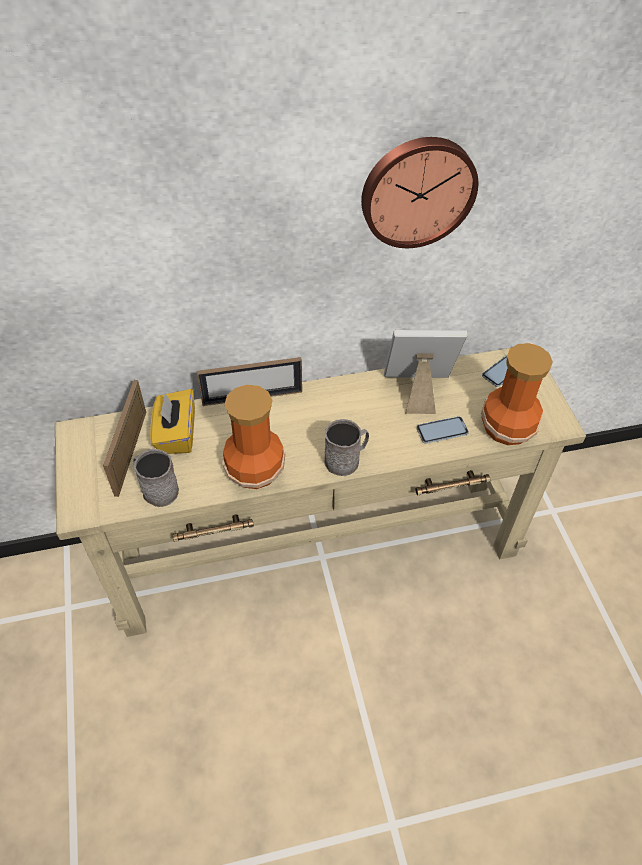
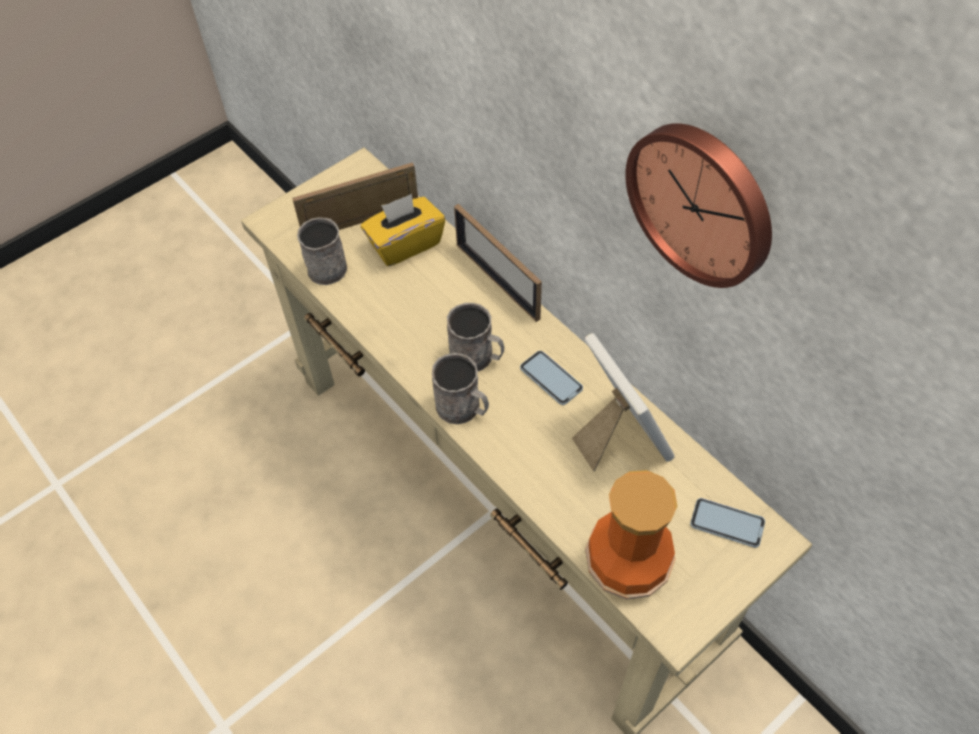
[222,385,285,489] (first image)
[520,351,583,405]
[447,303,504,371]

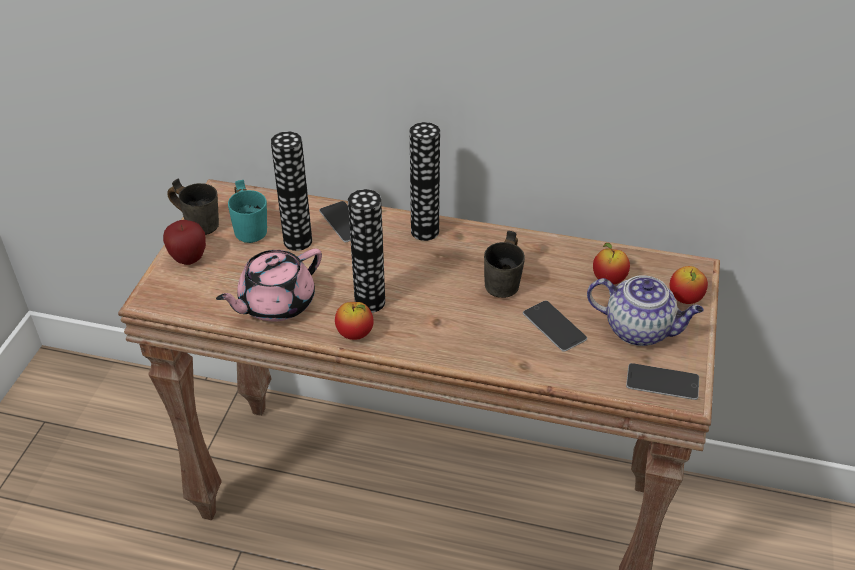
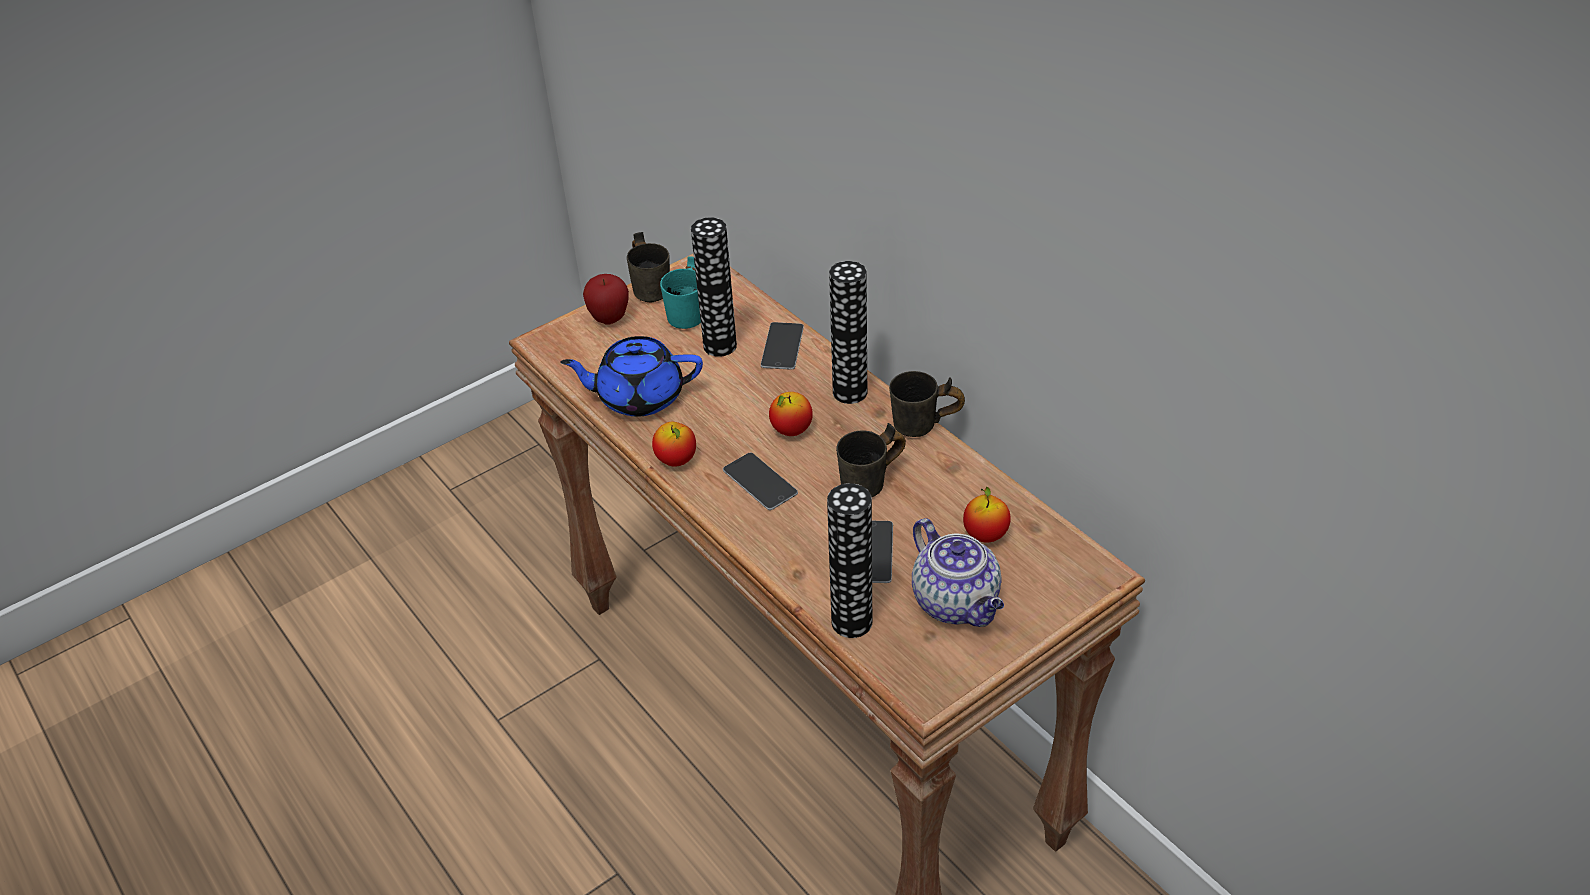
[827,483,872,638]
[560,336,703,417]
[769,392,813,436]
[723,452,798,510]
[889,371,965,437]

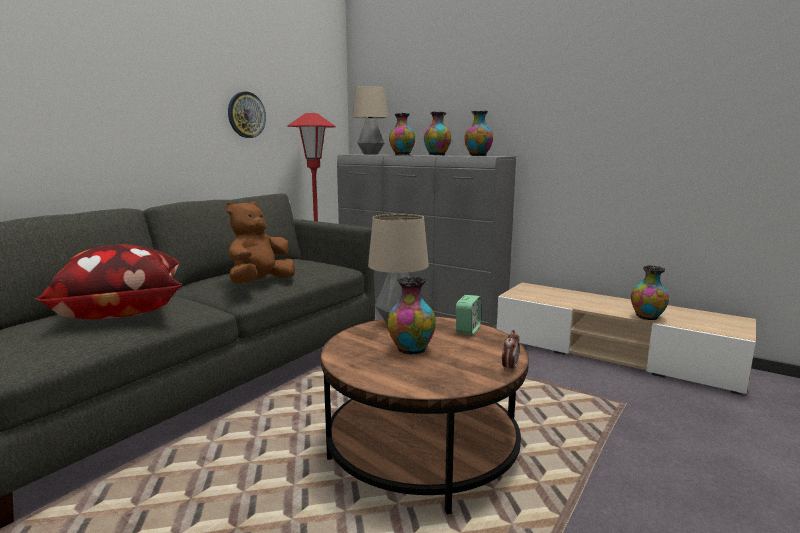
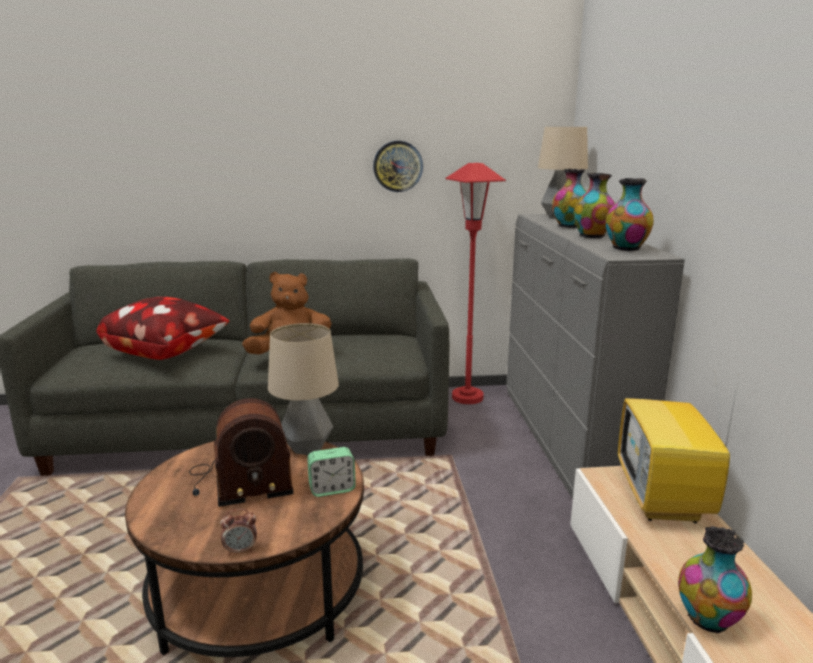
[189,398,294,507]
[618,376,739,524]

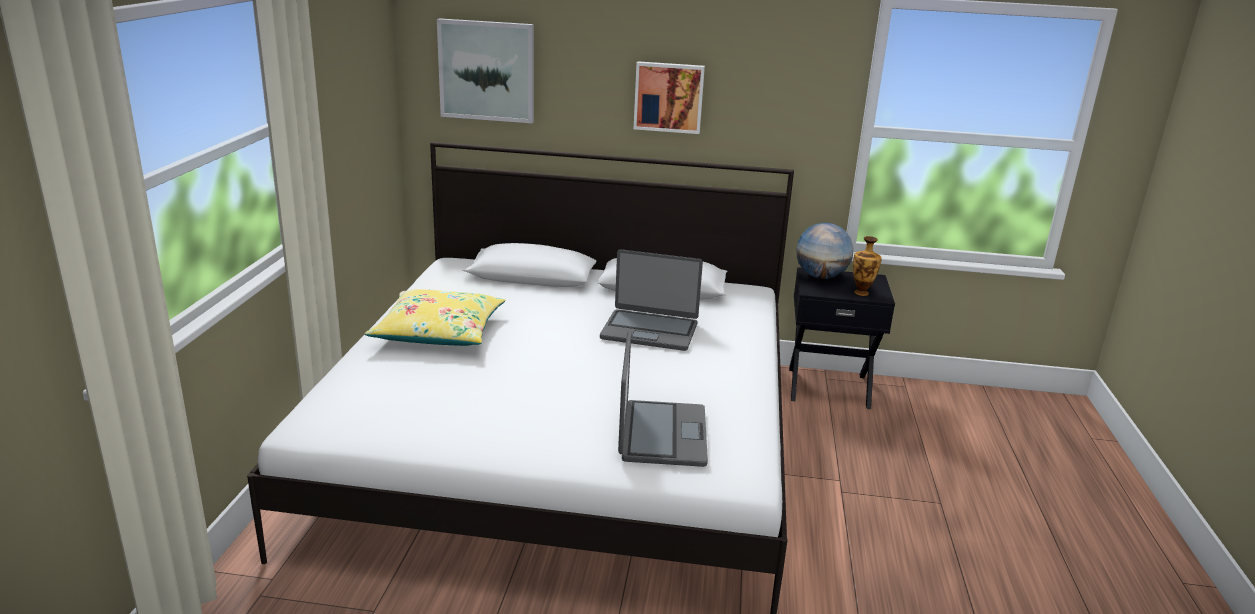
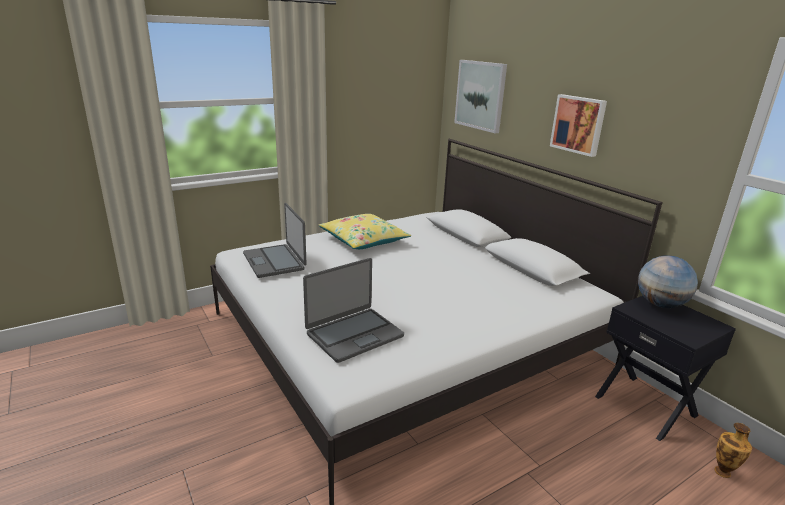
[714,423,752,478]
[243,203,307,278]

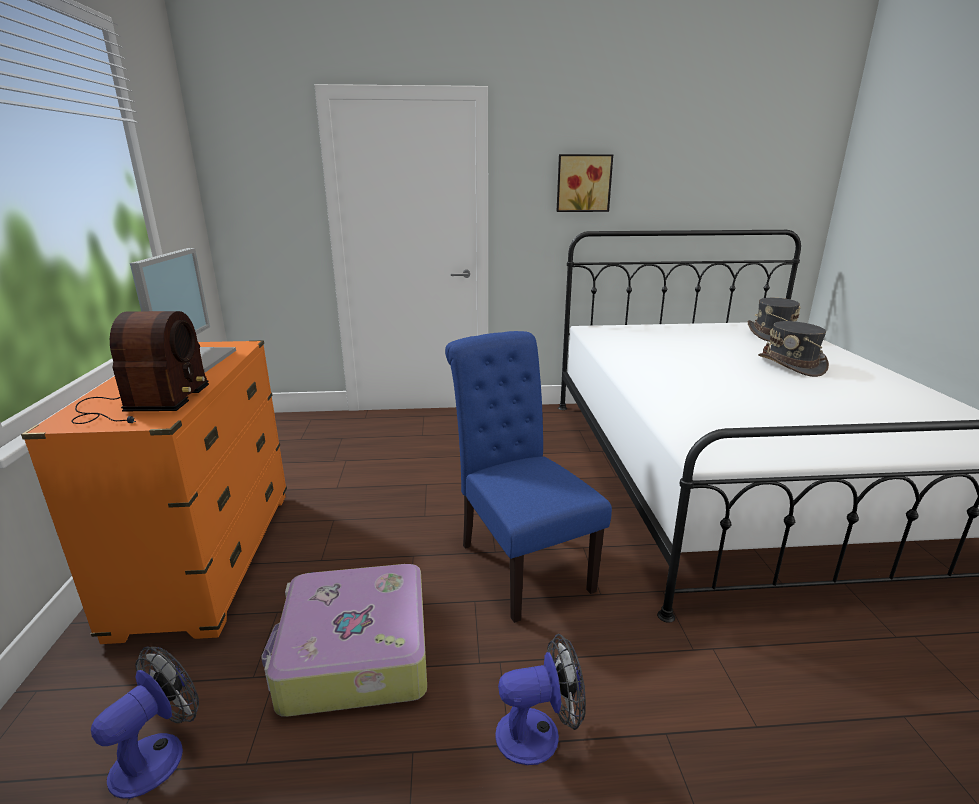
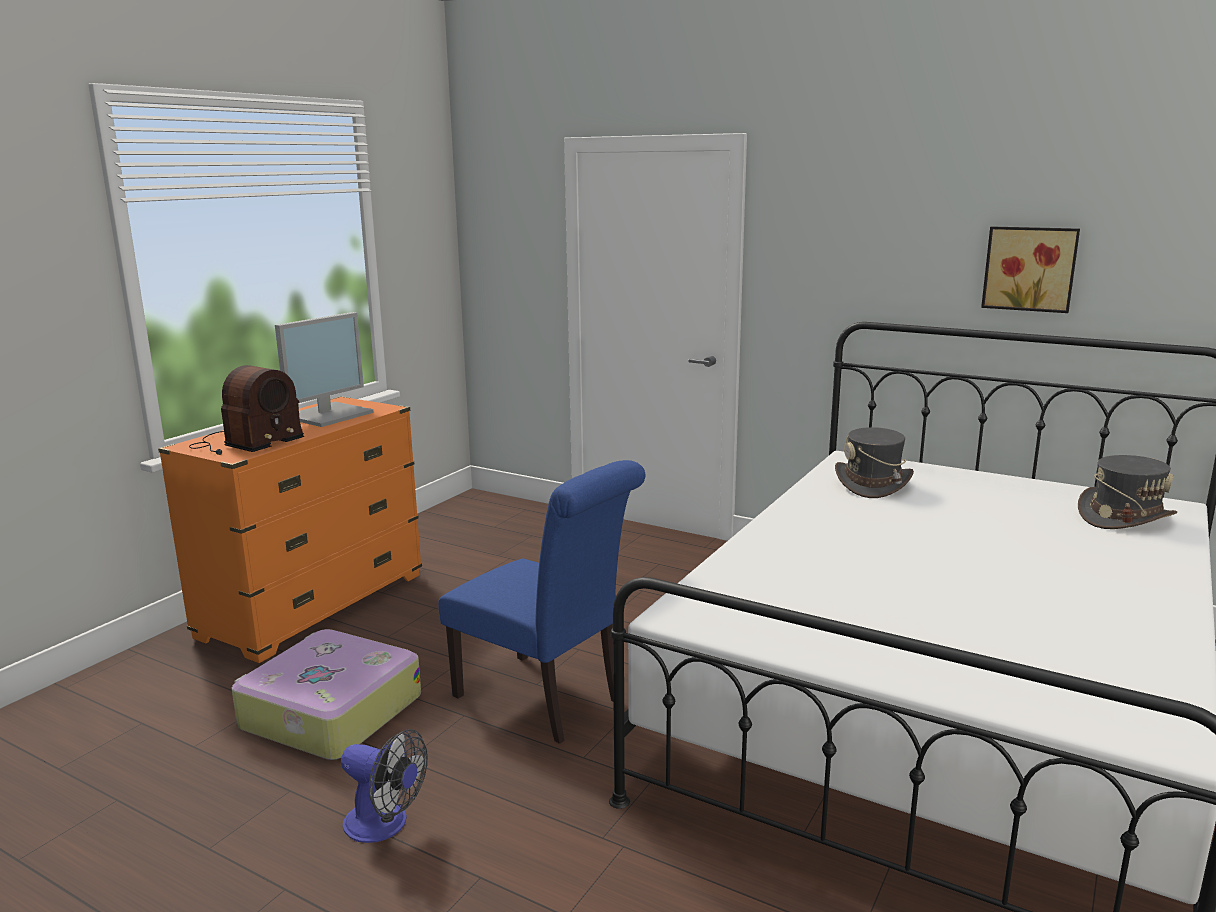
[981,226,1080,313]
[835,427,914,498]
[438,460,645,744]
[91,647,199,799] (first image)

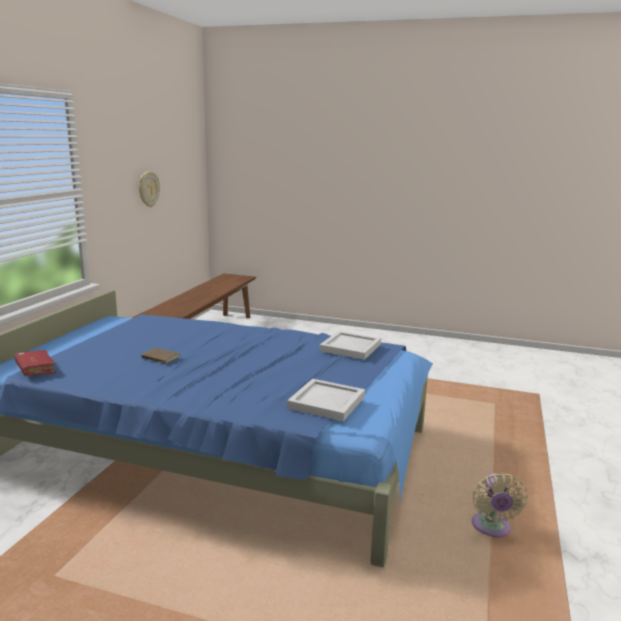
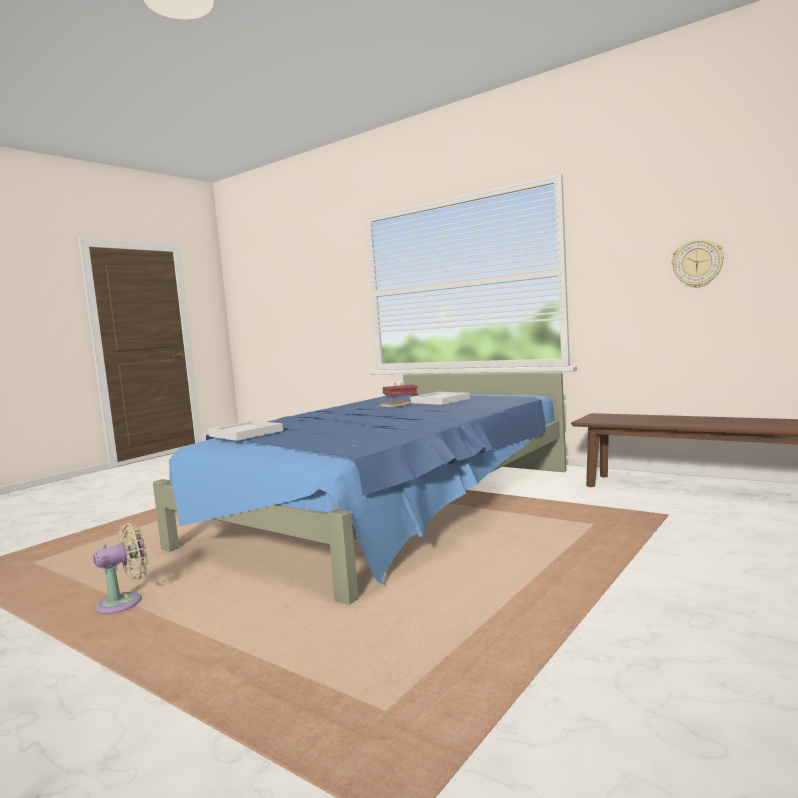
[410,392,470,405]
[93,523,148,614]

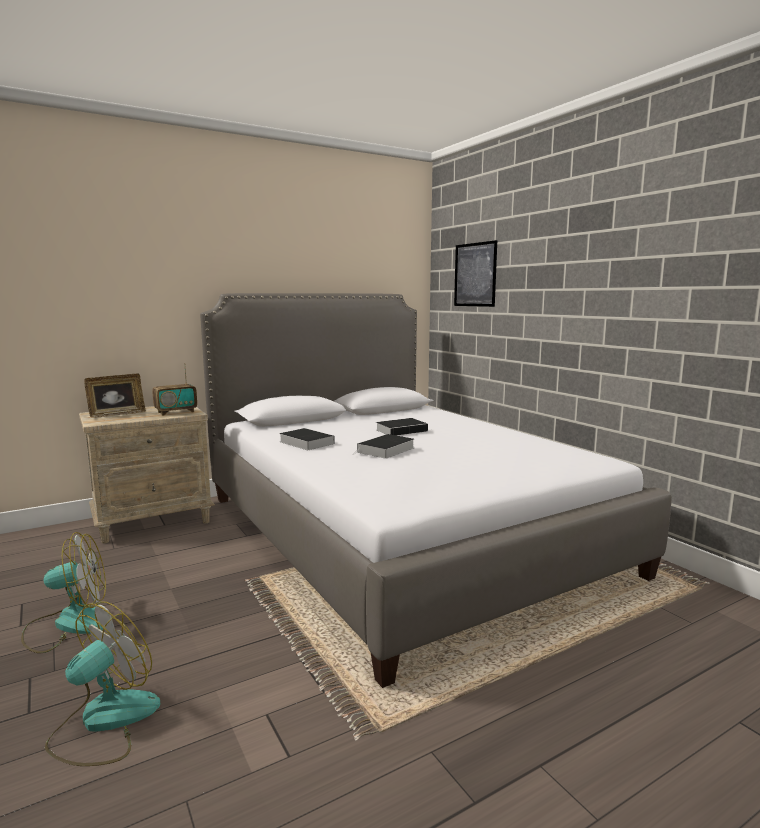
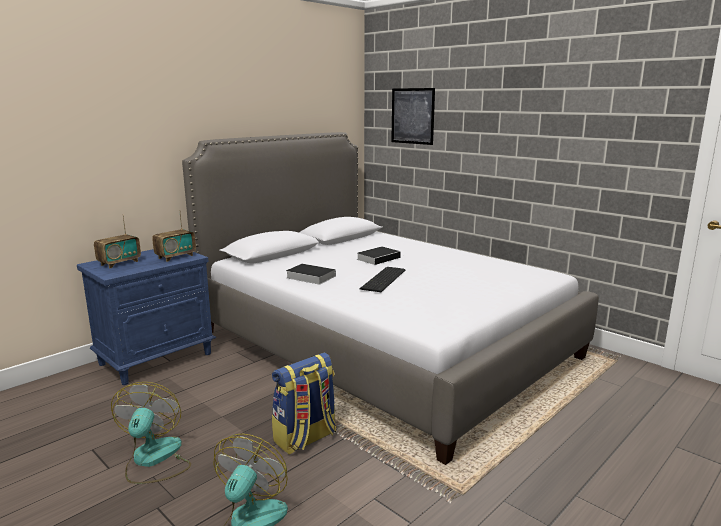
[94,215,141,269]
[77,249,216,385]
[360,267,405,292]
[111,382,191,484]
[272,352,336,455]

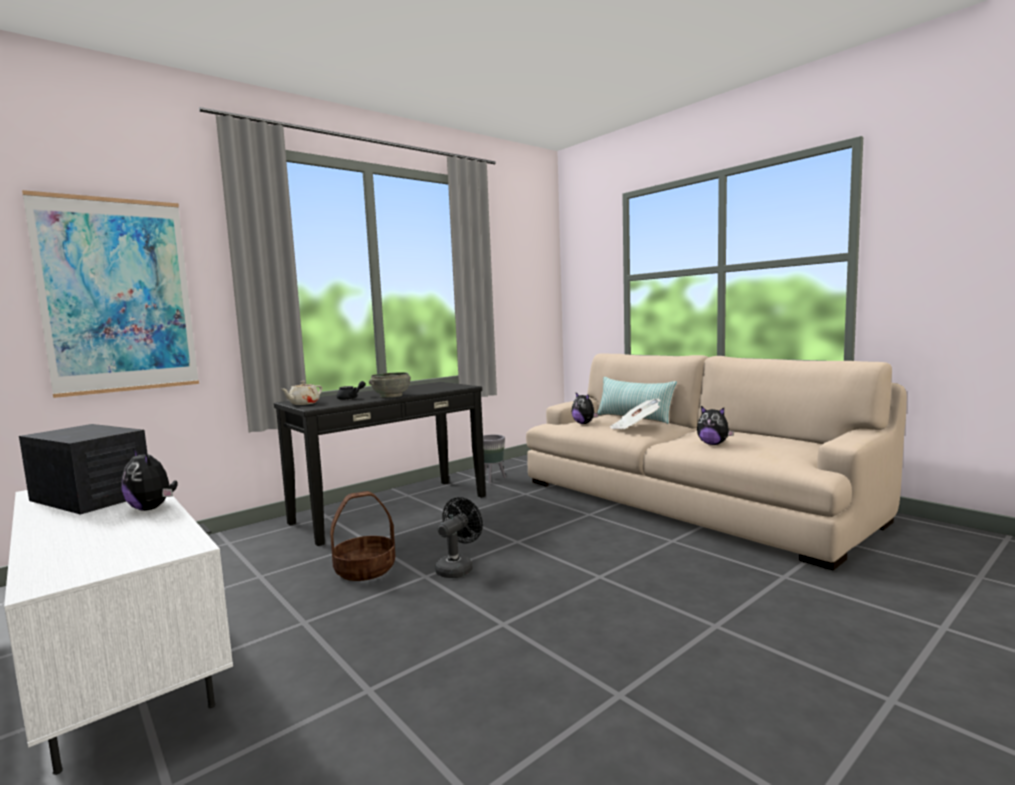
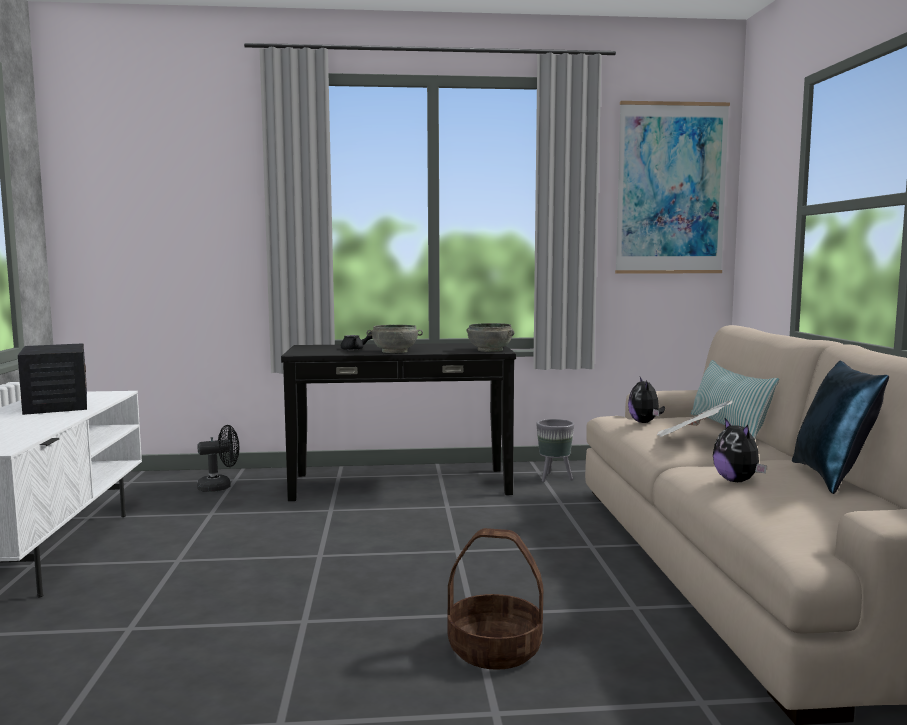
[615,101,730,274]
[282,381,322,405] (first image)
[121,449,178,511] (first image)
[448,528,543,670]
[197,425,239,492]
[467,323,514,352]
[792,361,889,494]

